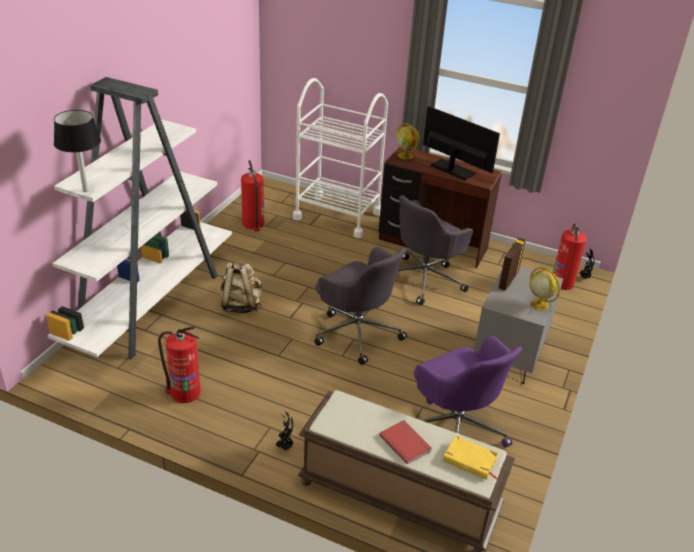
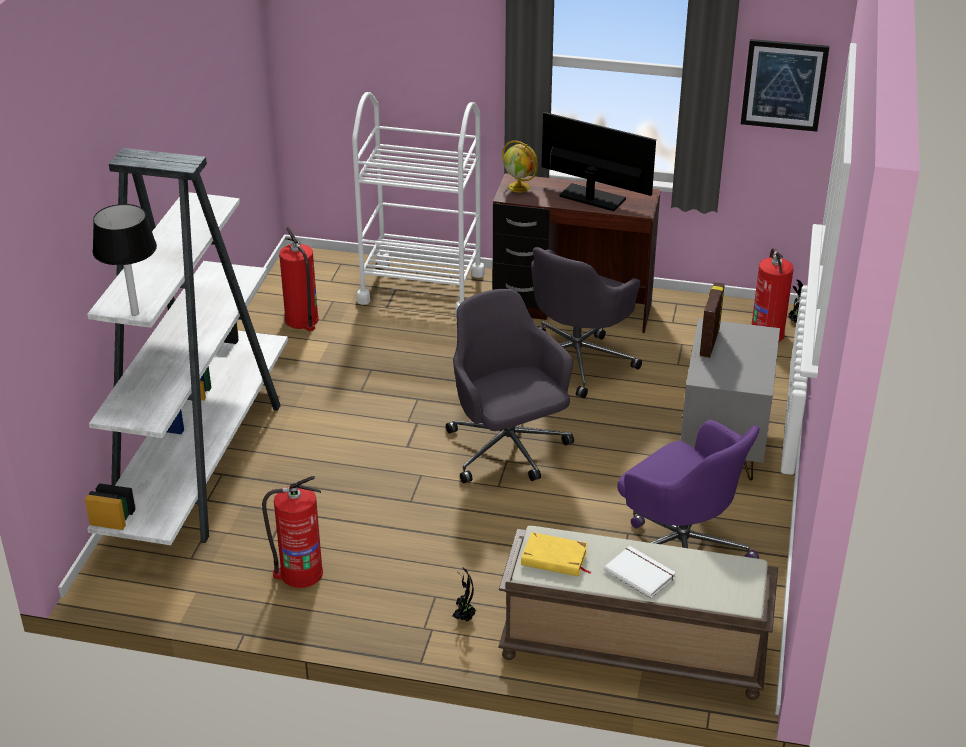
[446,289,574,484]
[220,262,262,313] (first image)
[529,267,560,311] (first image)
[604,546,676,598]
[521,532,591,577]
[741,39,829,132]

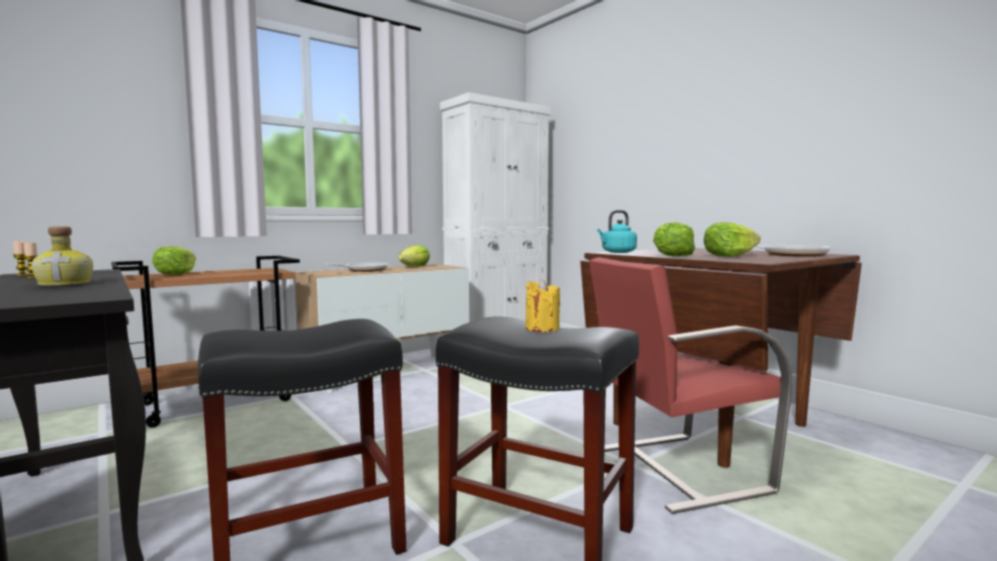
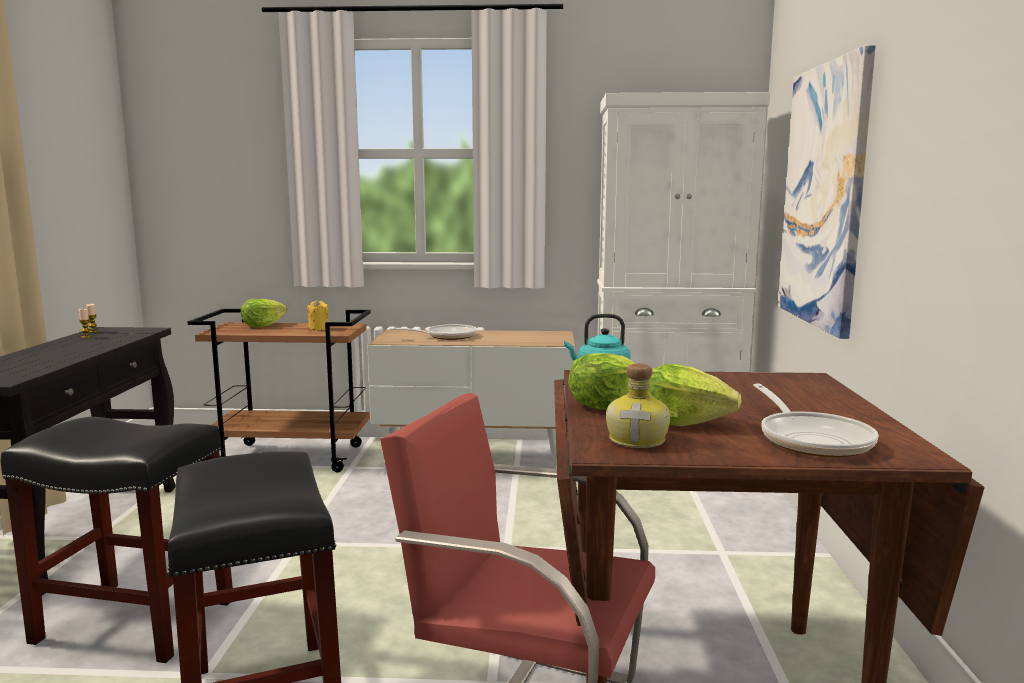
[606,364,670,448]
[398,245,430,267] (first image)
[307,300,329,331]
[778,45,876,339]

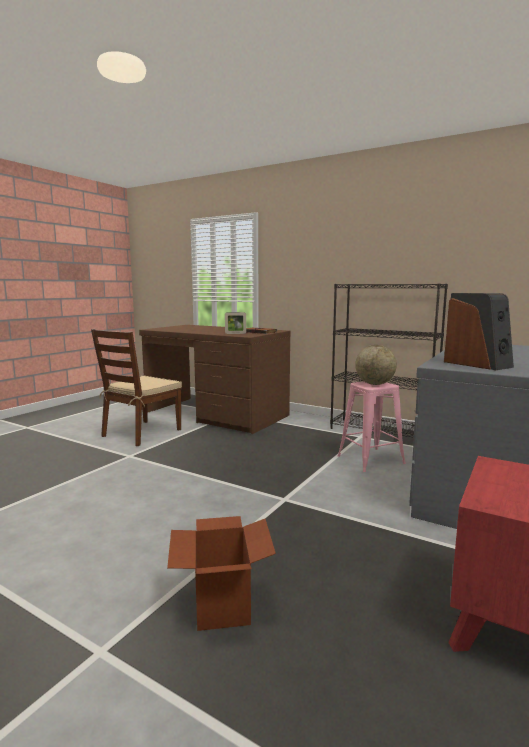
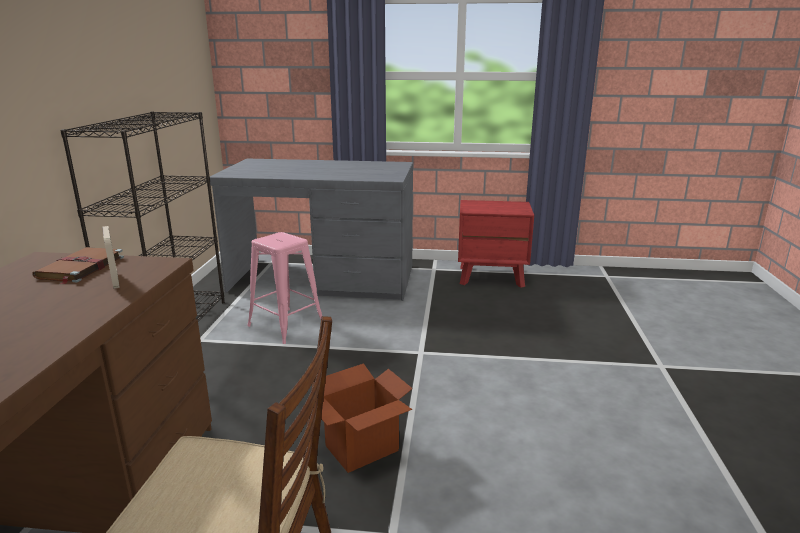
[444,293,514,370] (first image)
[355,345,397,385] (first image)
[321,363,413,473]

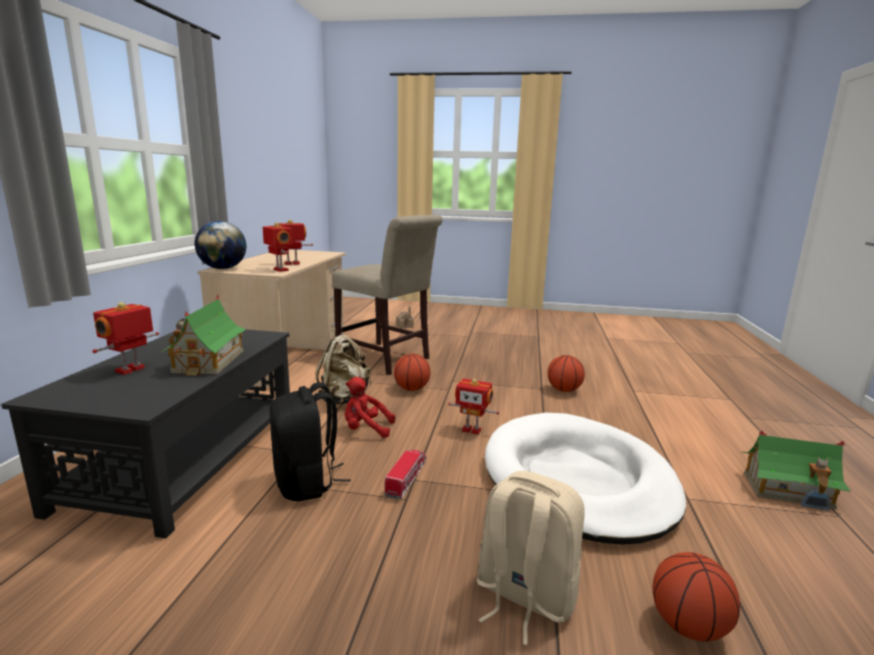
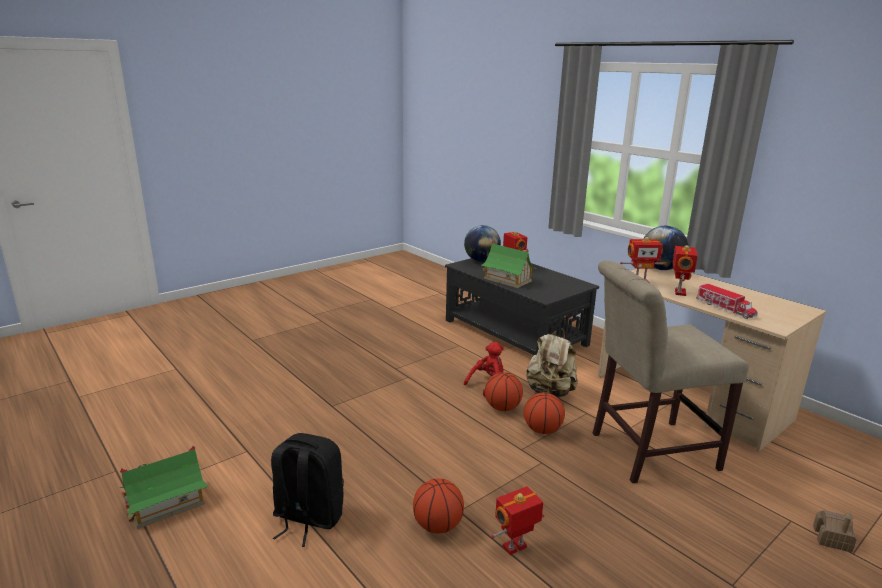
[491,486,544,555]
[271,433,344,547]
[485,413,686,545] (first image)
[696,283,758,319]
[477,471,584,645] (first image)
[485,372,523,411]
[464,225,501,262]

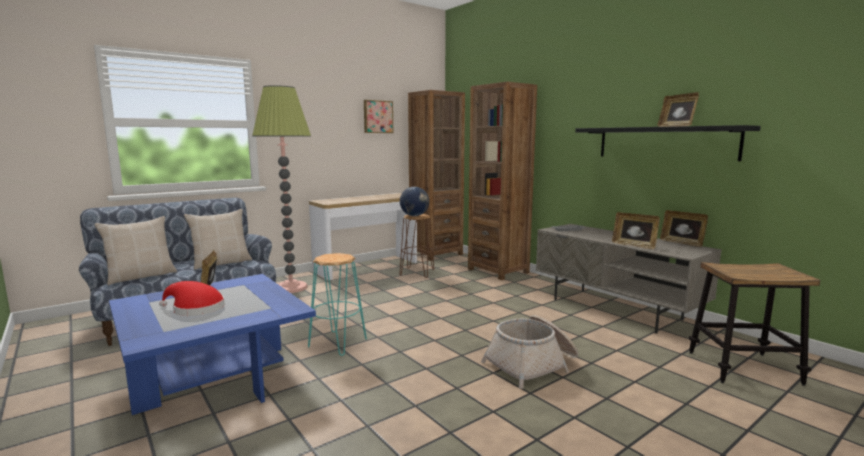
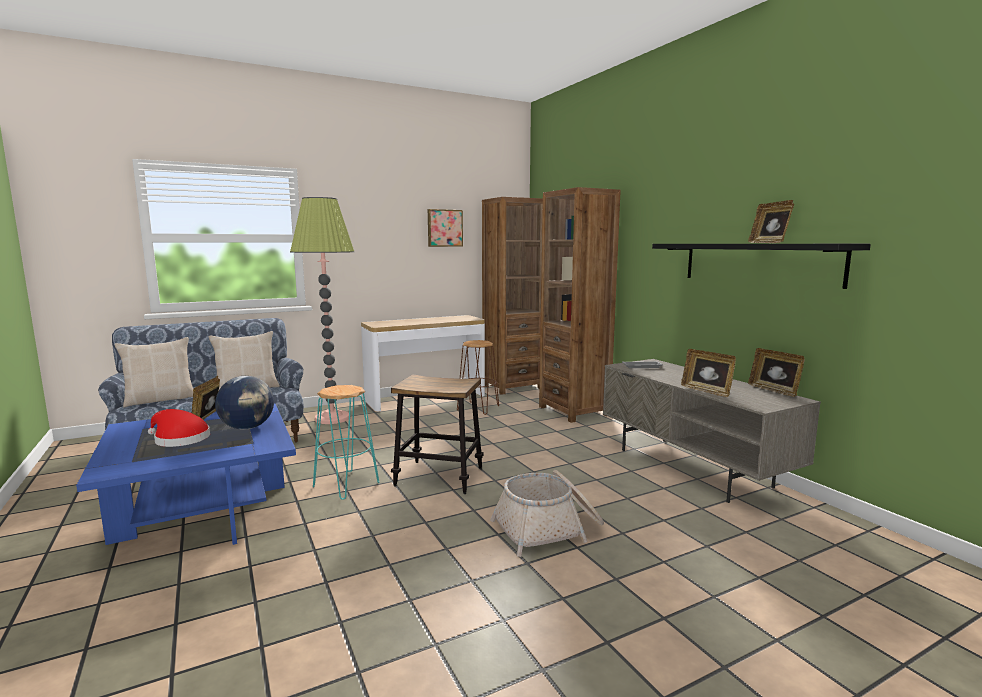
[215,376,274,430]
[391,374,484,494]

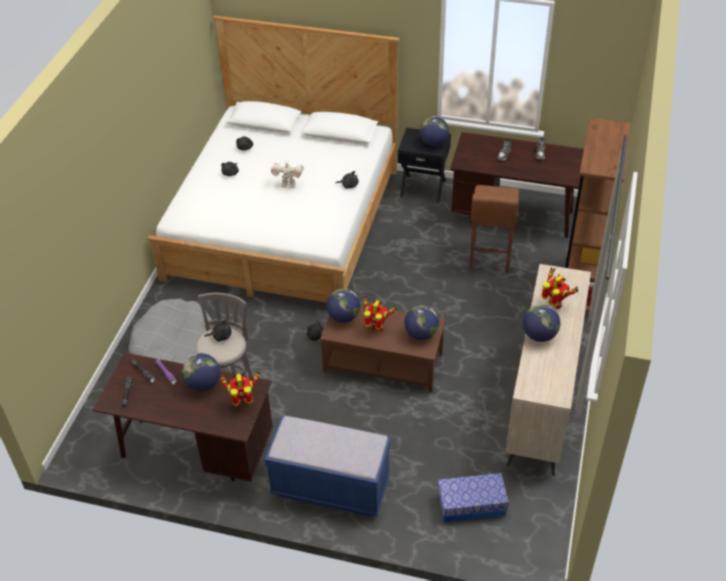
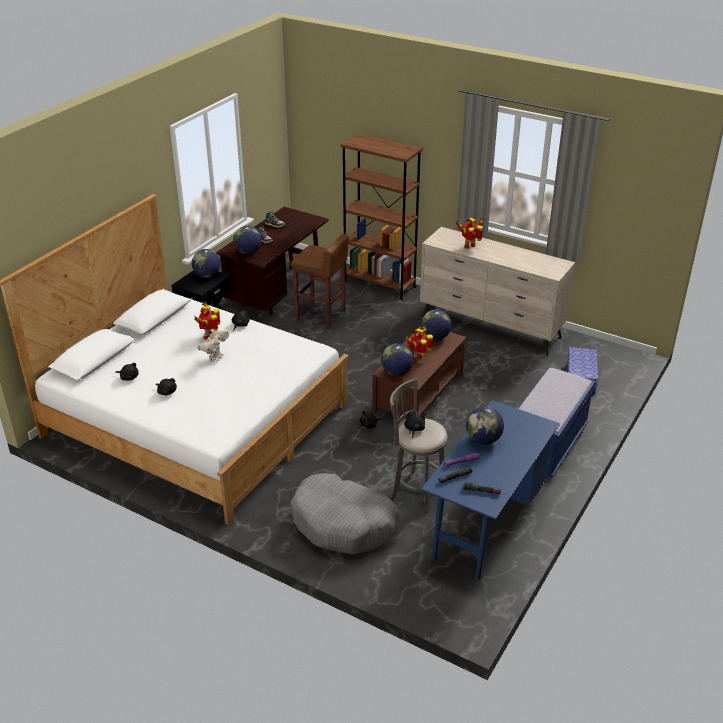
[233,226,262,254]
[421,400,560,580]
[194,301,221,339]

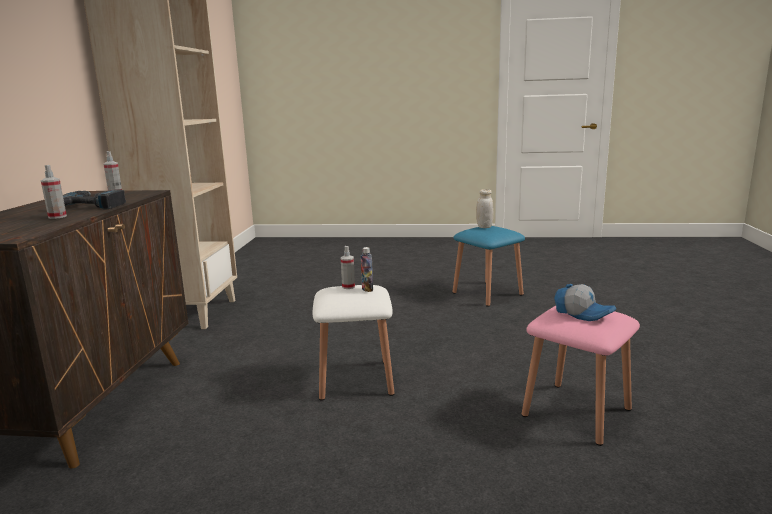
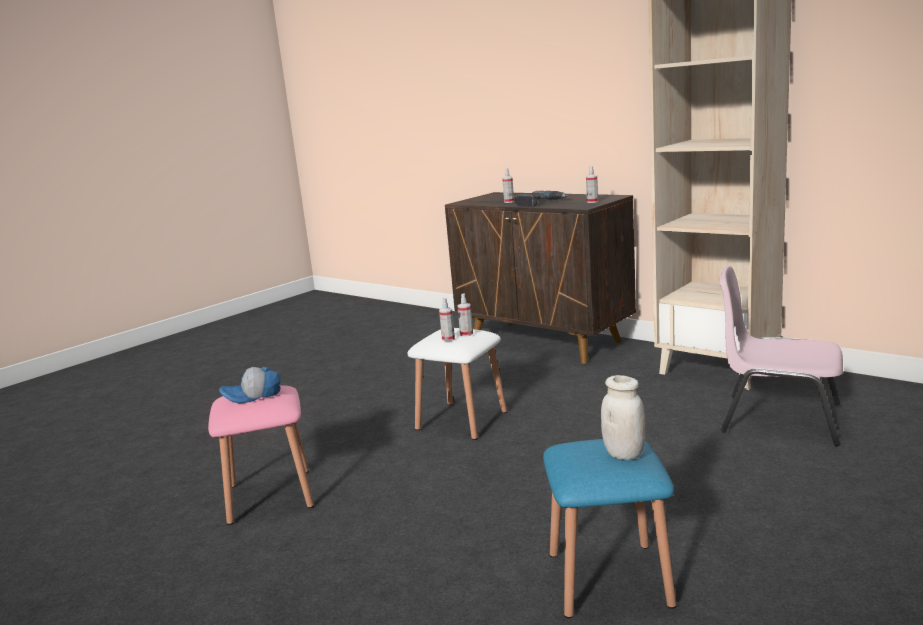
[439,298,455,341]
[719,266,843,446]

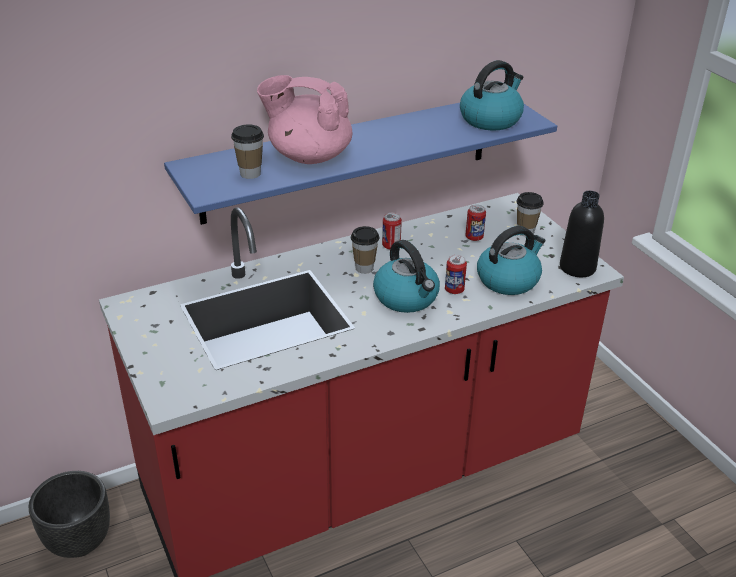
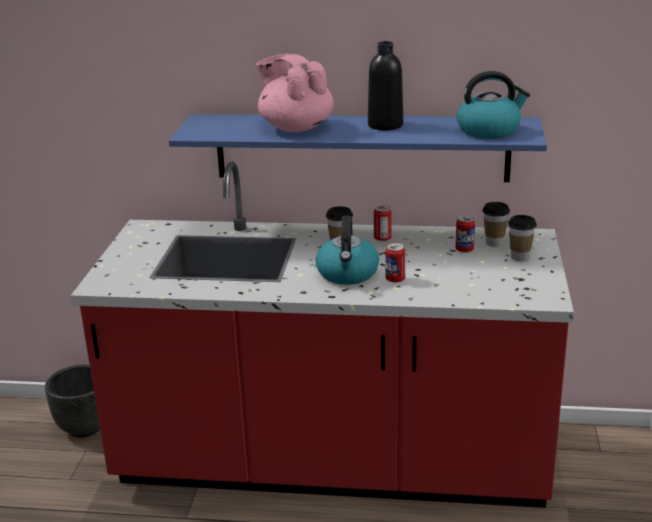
[482,202,510,247]
[368,41,403,130]
[477,226,545,295] (first image)

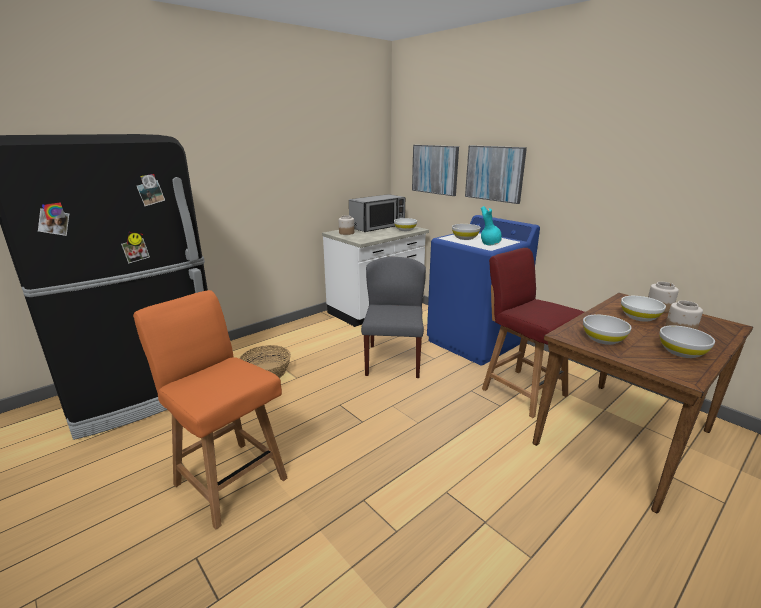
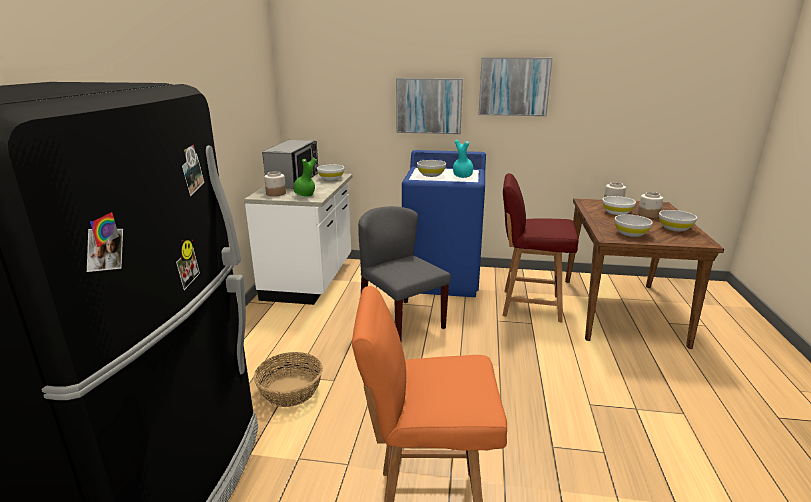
[479,58,553,116]
[294,158,316,197]

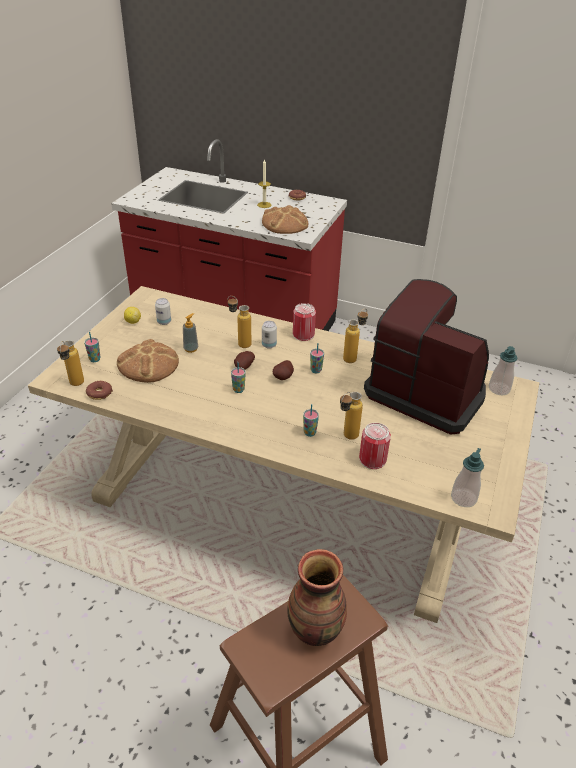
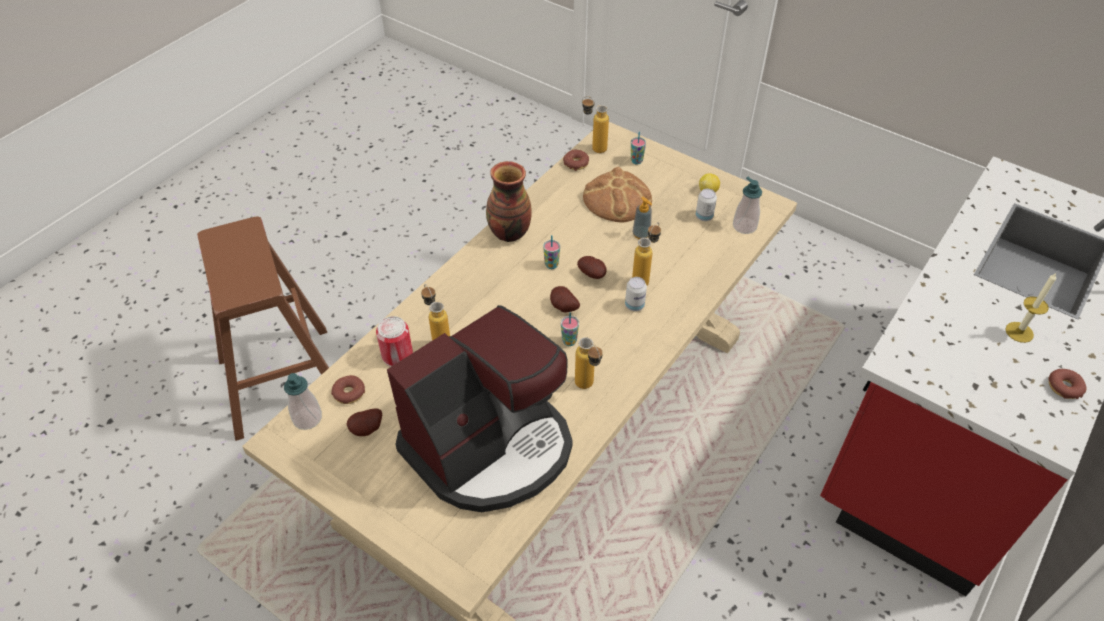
[262,205,308,234] (first image)
[293,303,316,341] (first image)
[733,177,762,234]
[303,404,319,437] (first image)
[486,161,532,242]
[331,375,365,404]
[347,408,382,436]

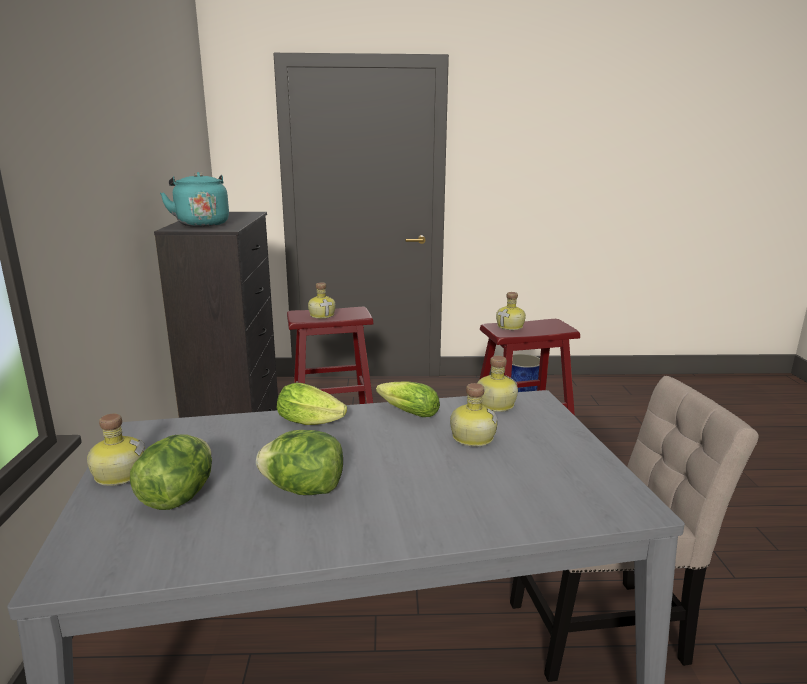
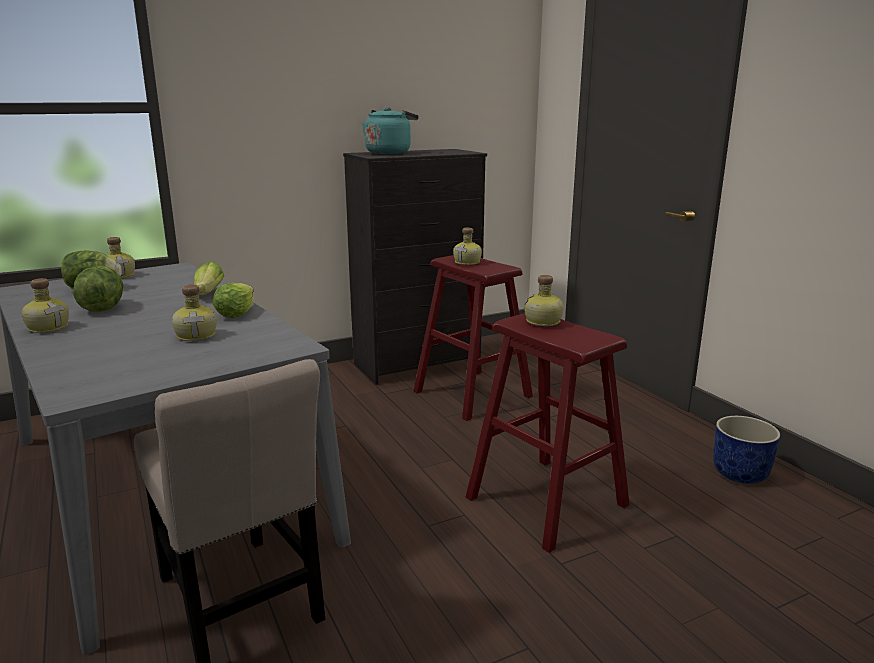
[21,278,69,333]

